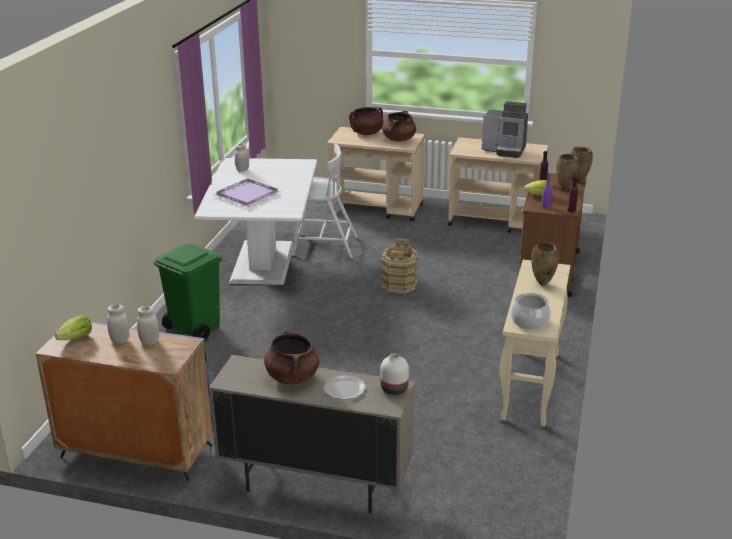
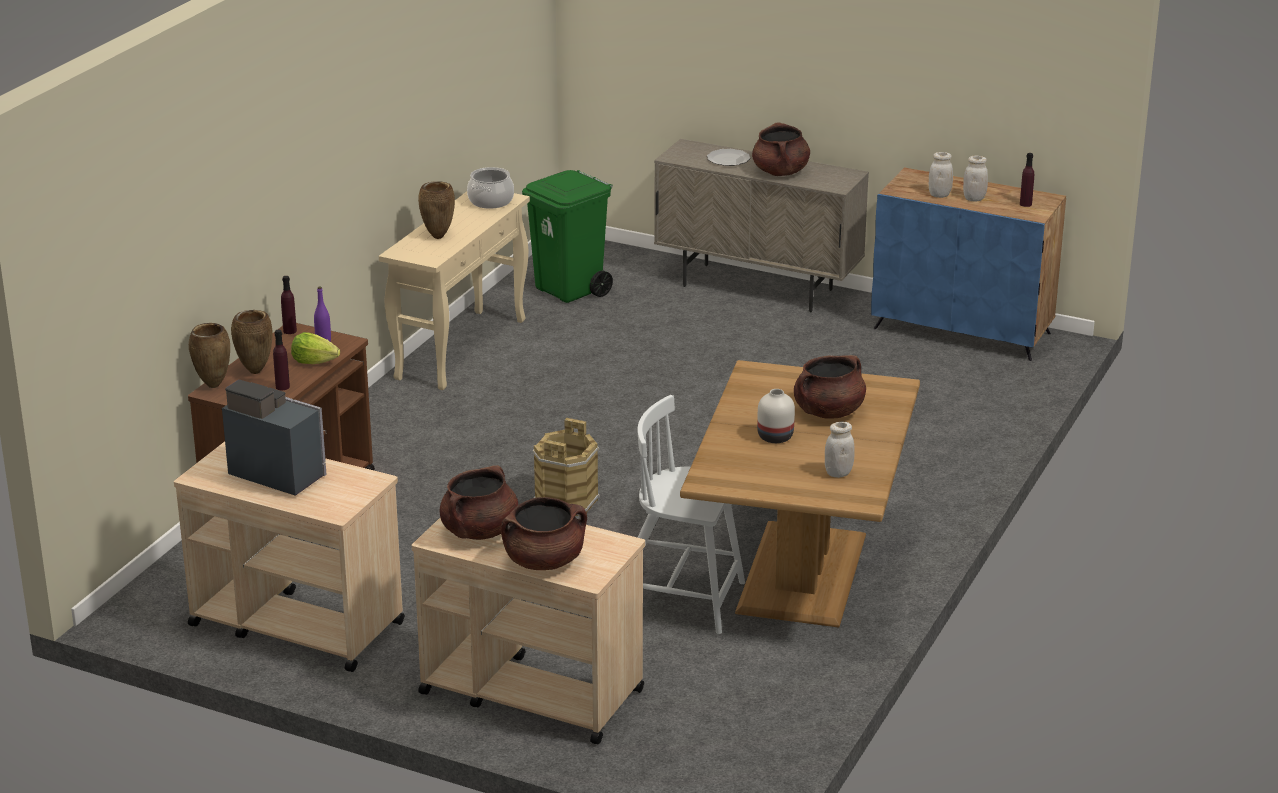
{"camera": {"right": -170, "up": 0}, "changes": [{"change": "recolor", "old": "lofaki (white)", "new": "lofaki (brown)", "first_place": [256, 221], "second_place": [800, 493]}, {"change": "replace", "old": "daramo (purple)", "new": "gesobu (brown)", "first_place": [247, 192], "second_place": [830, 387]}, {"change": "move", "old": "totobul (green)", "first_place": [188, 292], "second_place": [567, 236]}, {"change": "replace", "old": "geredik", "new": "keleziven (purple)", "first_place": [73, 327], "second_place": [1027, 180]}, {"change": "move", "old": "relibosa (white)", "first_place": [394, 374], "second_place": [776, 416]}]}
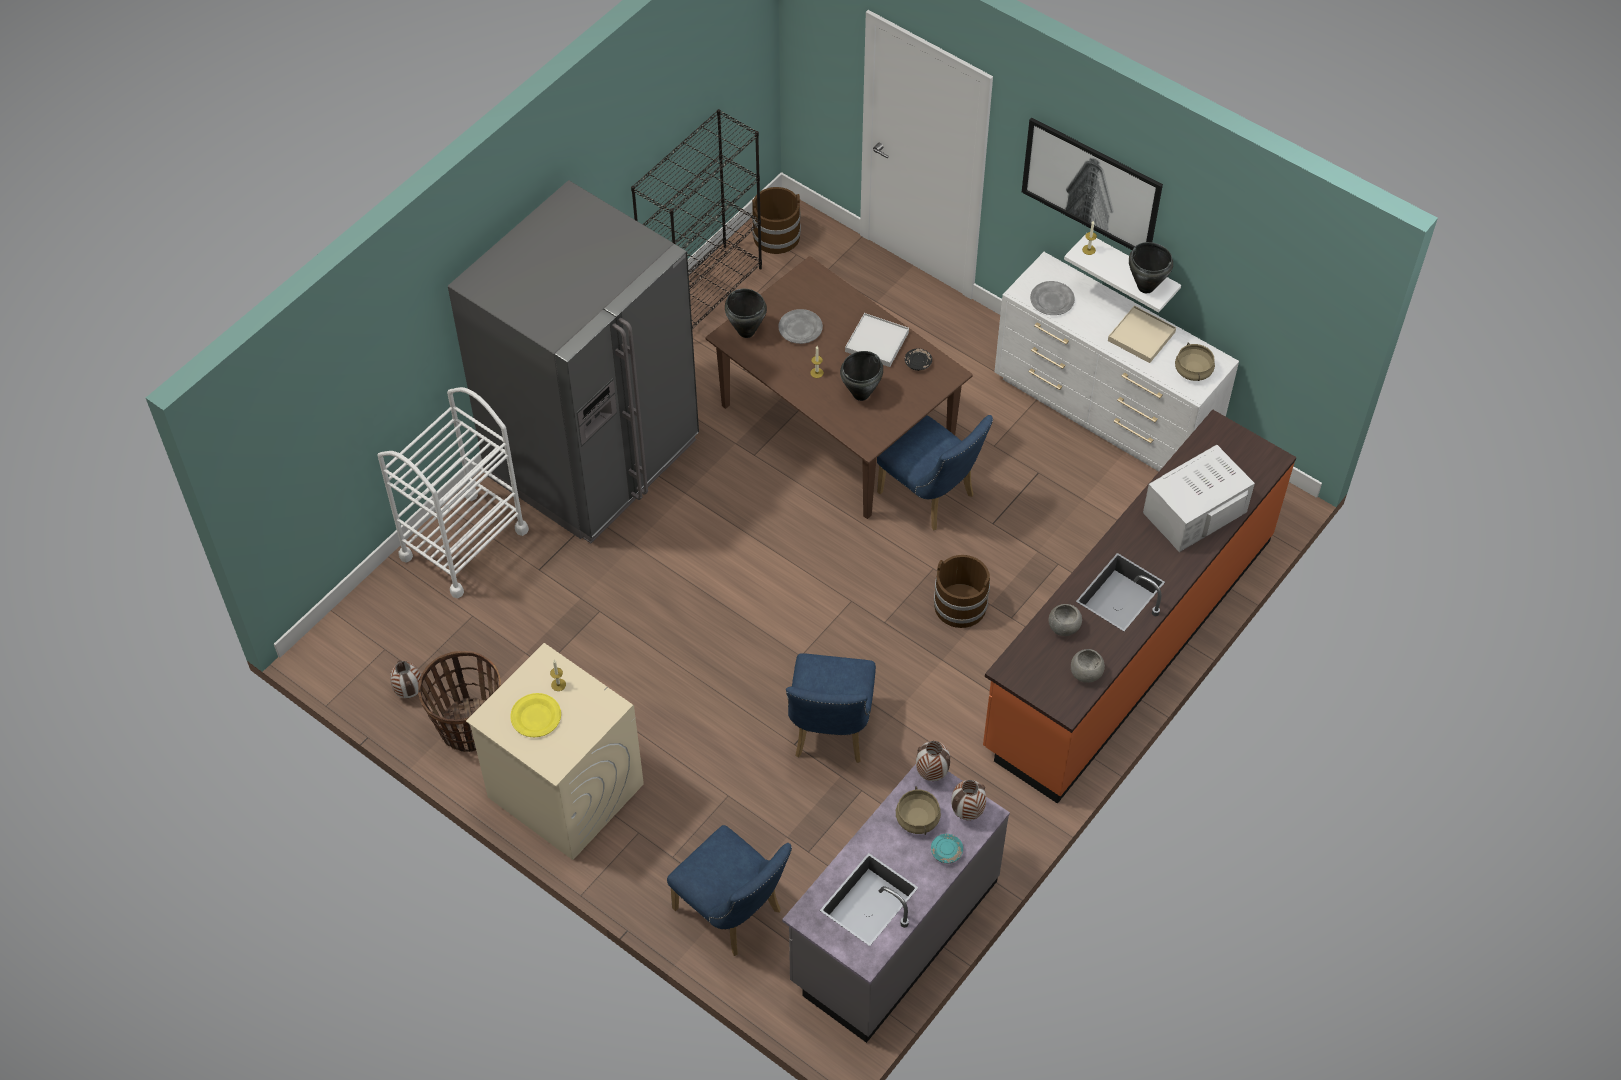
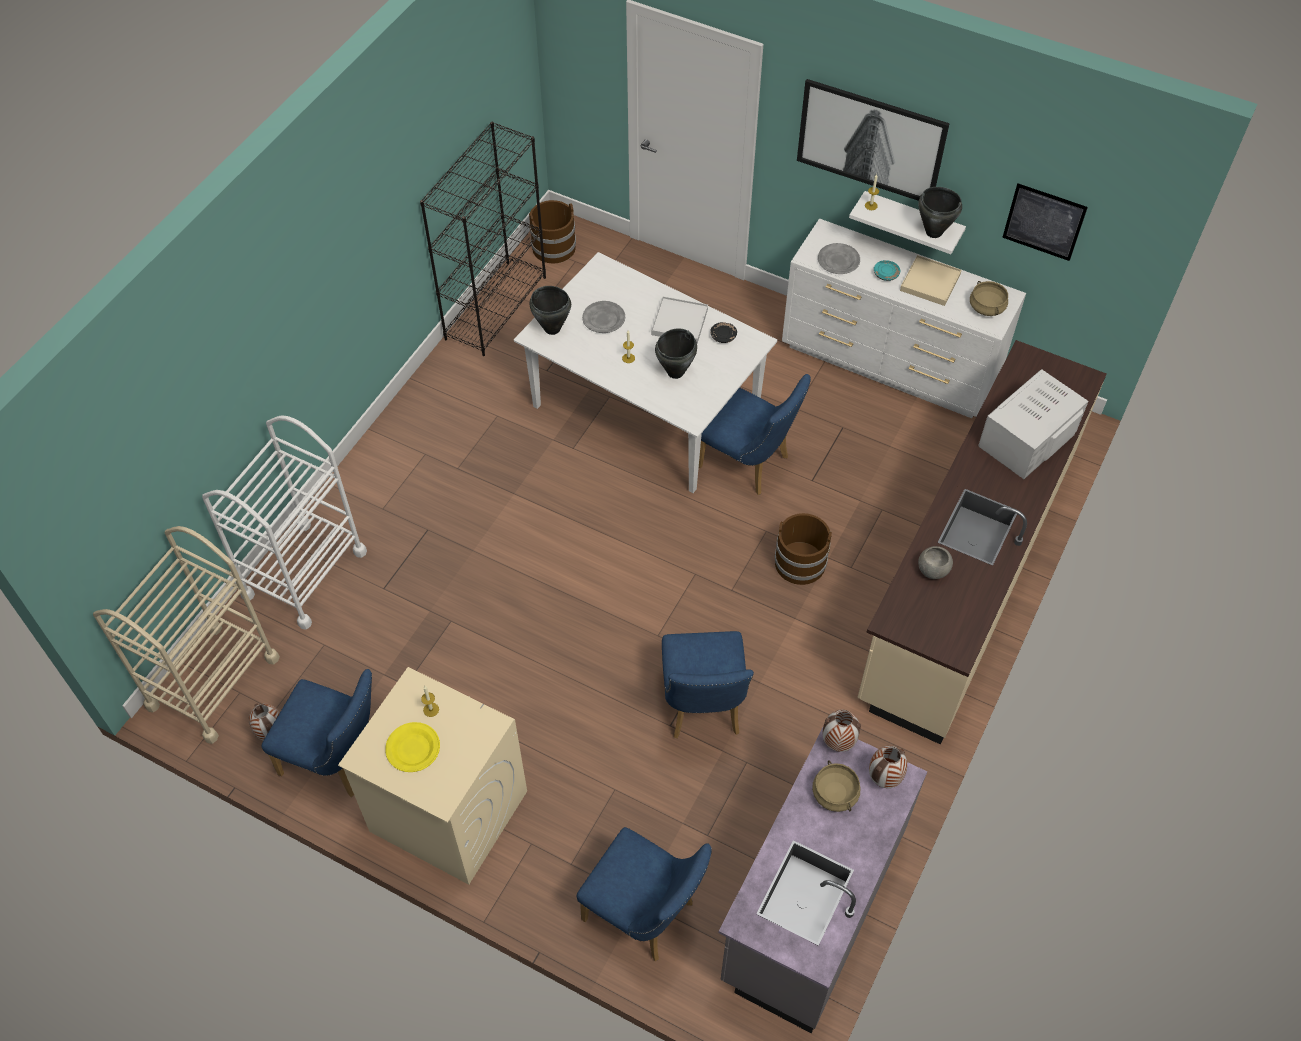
{"camera": {"right": -10, "up": 0}, "changes": [{"change": "delete", "old": "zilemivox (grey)", "first_place": [573, 361]}, {"change": "recolor", "old": "lofaki (brown)", "new": "lofaki (white)", "first_place": [839, 387], "second_place": [645, 372]}, {"change": "recolor", "old": "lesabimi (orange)", "new": "lesabimi (beige)", "first_place": [1139, 606], "second_place": [982, 542]}, {"change": "delete", "old": "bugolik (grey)", "first_place": [1088, 666]}, {"change": "replace", "old": "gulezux", "new": "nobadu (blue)", "first_place": [459, 701], "second_place": [317, 733]}, {"change": "move", "old": "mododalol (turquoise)", "first_place": [947, 848], "second_place": [887, 270]}, {"change": "insert", "new": "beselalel", "second_place": [1045, 222]}, {"change": "insert", "new": "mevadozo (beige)", "second_place": [186, 635]}]}
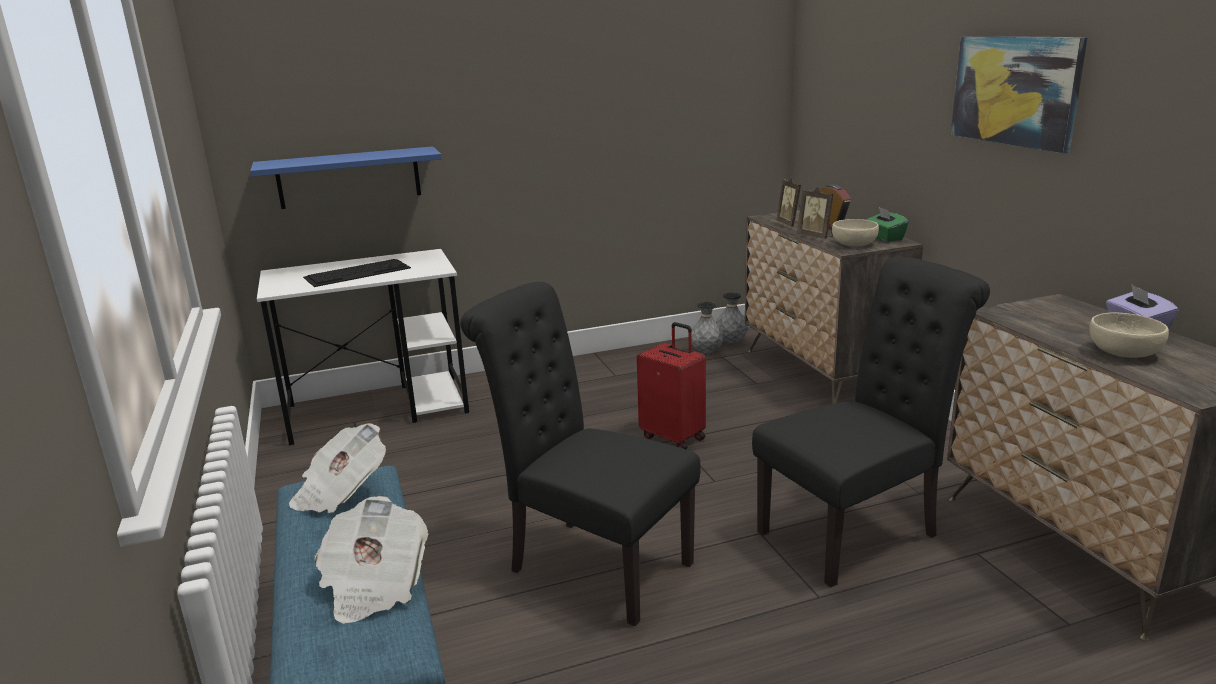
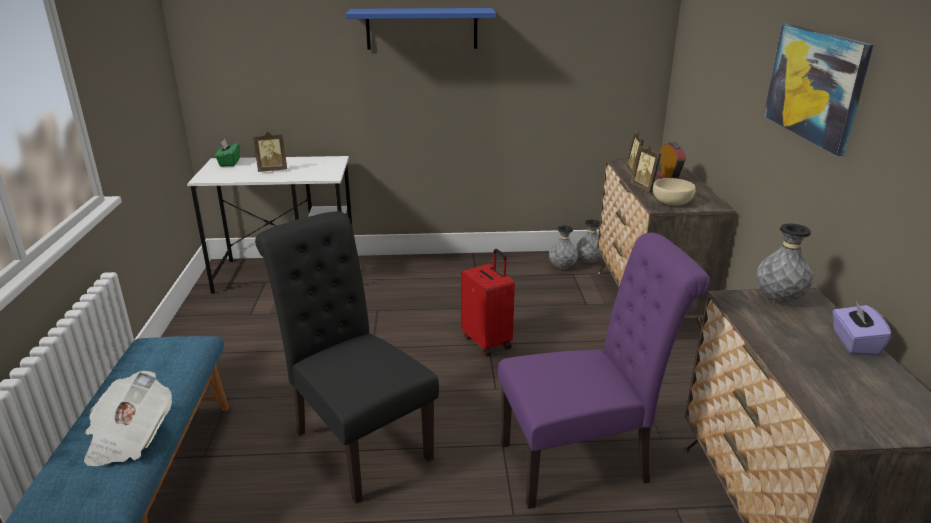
{"camera": {"right": 15, "up": 5}, "changes": [{"change": "move", "old": "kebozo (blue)", "first_place": [346, 177], "second_place": [421, 29]}, {"change": "move", "old": "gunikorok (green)", "first_place": [887, 224], "second_place": [227, 152]}, {"change": "recolor", "old": "nobadu (black)", "new": "nobadu (purple)", "first_place": [871, 422], "second_place": [604, 371]}, {"change": "replace", "old": "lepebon", "new": "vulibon", "first_place": [357, 273], "second_place": [270, 151]}, {"change": "delete", "old": "bugolik (beige)", "first_place": [1129, 335]}, {"change": "delete", "old": "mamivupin", "first_place": [337, 468]}, {"change": "insert", "new": "relibosa (grey)", "second_place": [785, 262]}]}
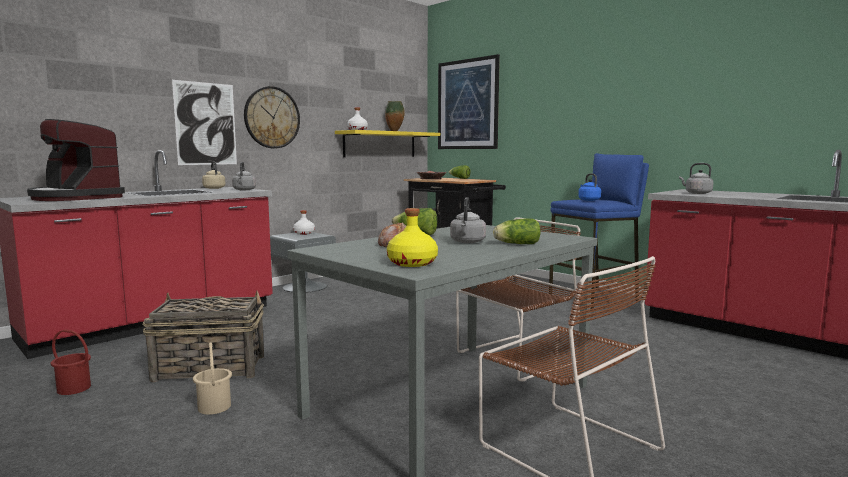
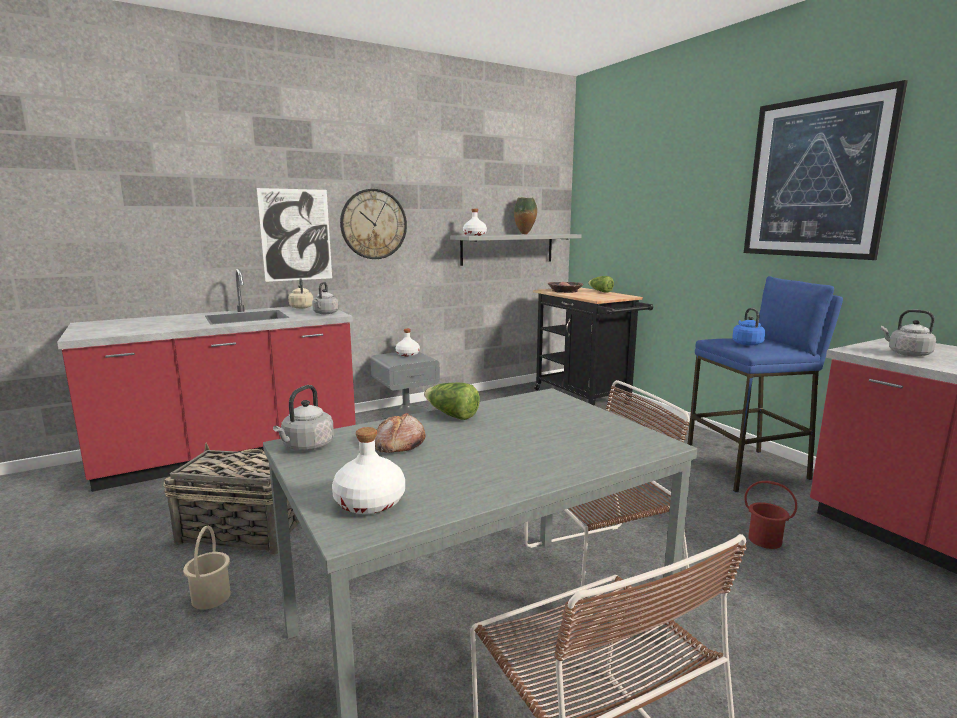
{"camera": {"right": 15, "up": 5}, "changes": [{"change": "move", "old": "beselalel", "first_place": [469, 101], "second_place": [826, 170]}, {"change": "delete", "old": "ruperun", "first_place": [76, 160]}, {"change": "recolor", "old": "kebozo (yellow)", "new": "kebozo (grey)", "first_place": [387, 143], "second_place": [515, 250]}, {"change": "move", "old": "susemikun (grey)", "first_place": [468, 220], "second_place": [303, 418]}, {"change": "recolor", "old": "keleziven (yellow)", "new": "keleziven (white)", "first_place": [412, 237], "second_place": [368, 470]}, {"change": "delete", "old": "geredik", "first_place": [517, 231]}, {"change": "move", "old": "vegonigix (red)", "first_place": [71, 362], "second_place": [771, 515]}]}
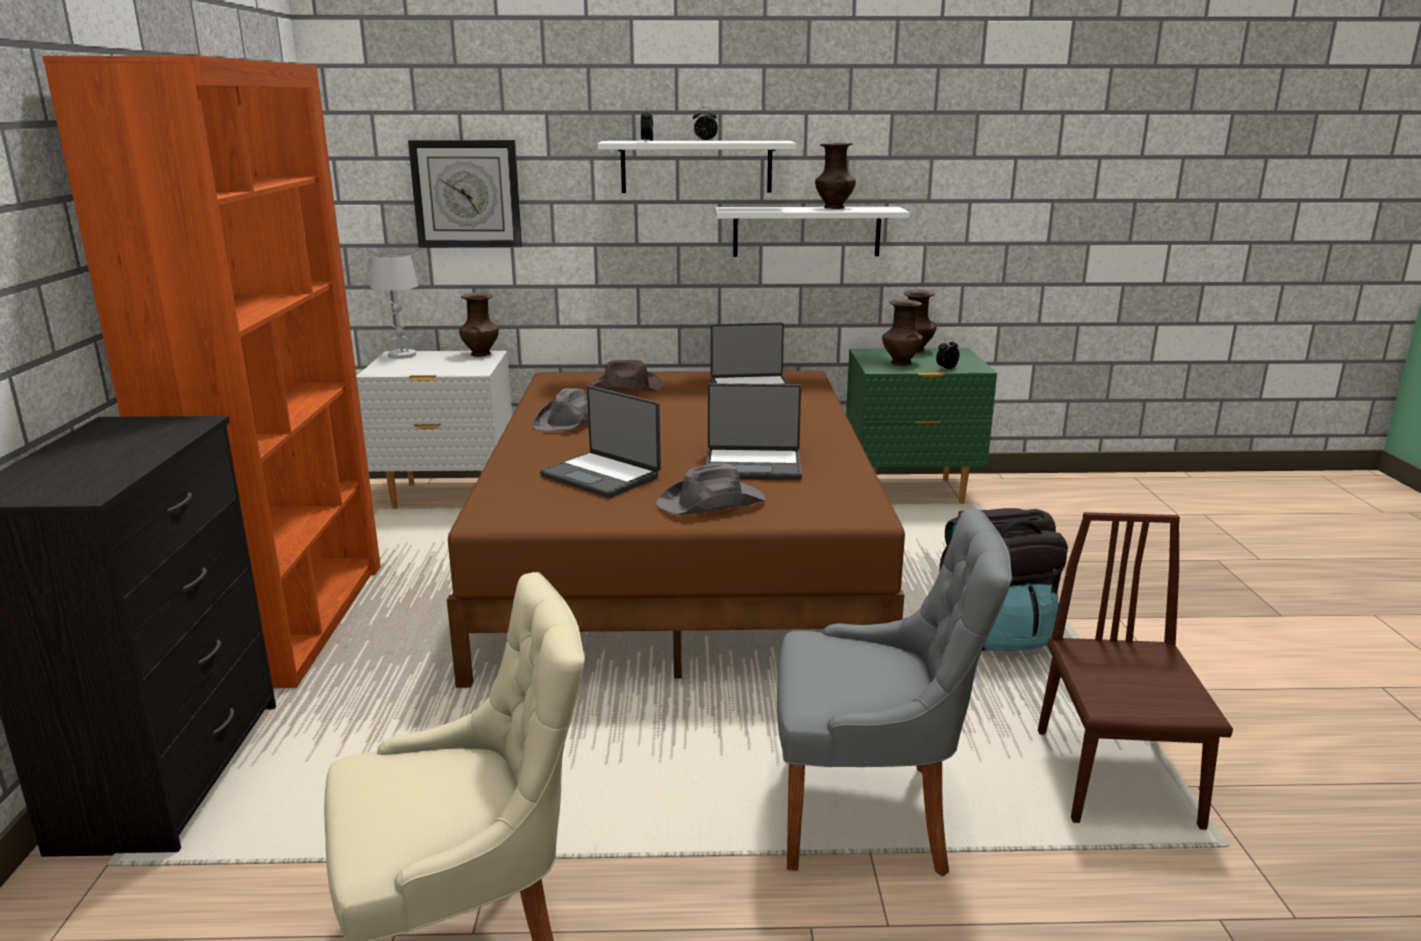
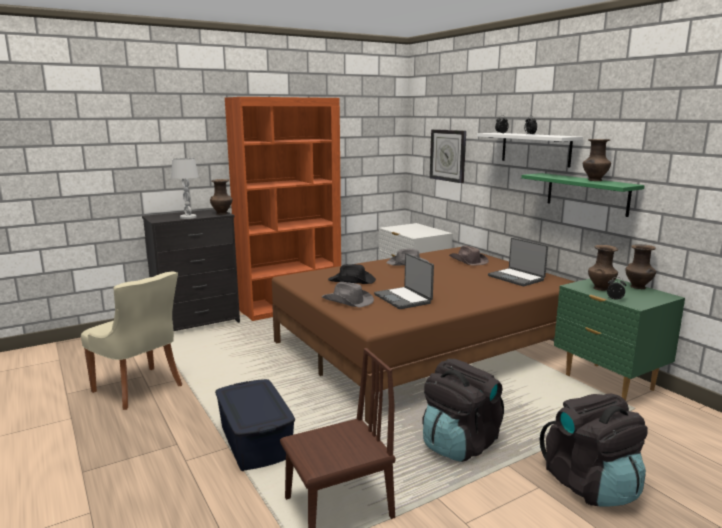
{"camera": {"right": 60, "up": -5}, "changes": [{"change": "recolor", "old": "kebozo (white)", "new": "kebozo (green)", "first_place": [812, 232], "second_place": [583, 195]}, {"change": "move", "old": "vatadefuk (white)", "first_place": [394, 305], "second_place": [185, 188]}, {"change": "move", "old": "relibosa (brown)", "first_place": [479, 324], "second_place": [221, 197]}, {"change": "replace", "old": "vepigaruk", "new": "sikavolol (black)", "first_place": [600, 442], "second_place": [352, 274]}, {"change": "replace", "old": "nobadu (grey)", "new": "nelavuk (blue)", "first_place": [894, 692], "second_place": [255, 425]}, {"change": "insert", "new": "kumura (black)", "second_place": [594, 450]}]}
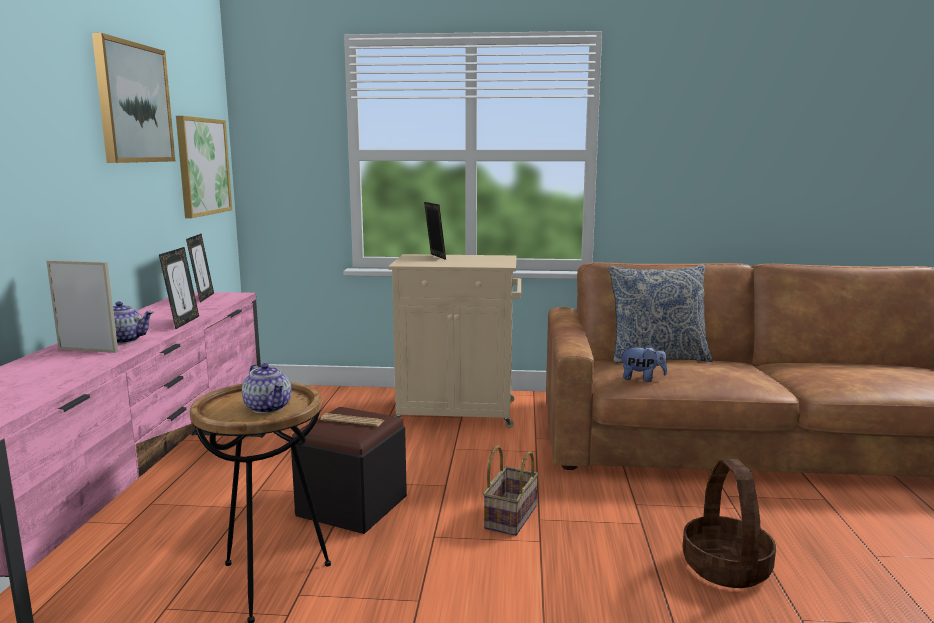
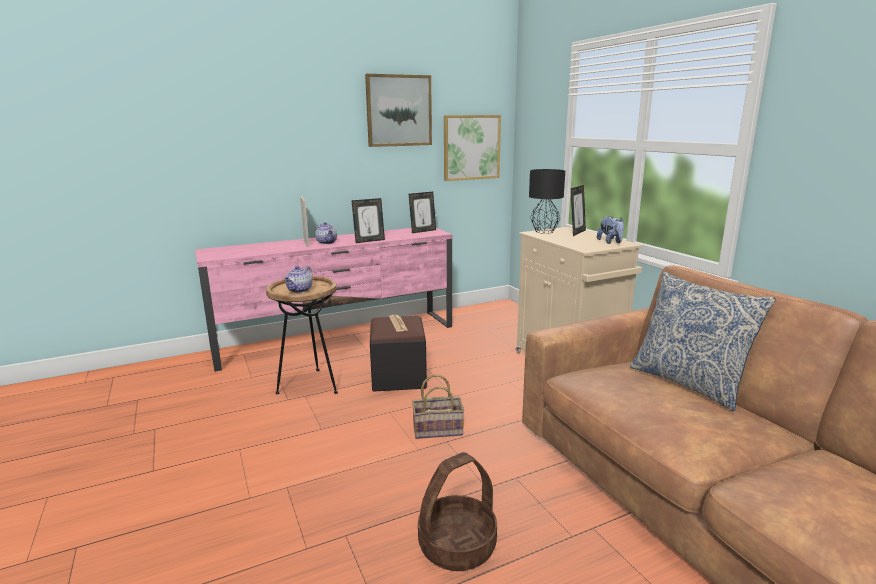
{"camera": {"right": 60, "up": 5}, "changes": [{"change": "move", "old": "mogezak", "first_place": [643, 363], "second_place": [610, 230]}, {"change": "insert", "new": "vatadefuk (black)", "second_place": [547, 201]}]}
